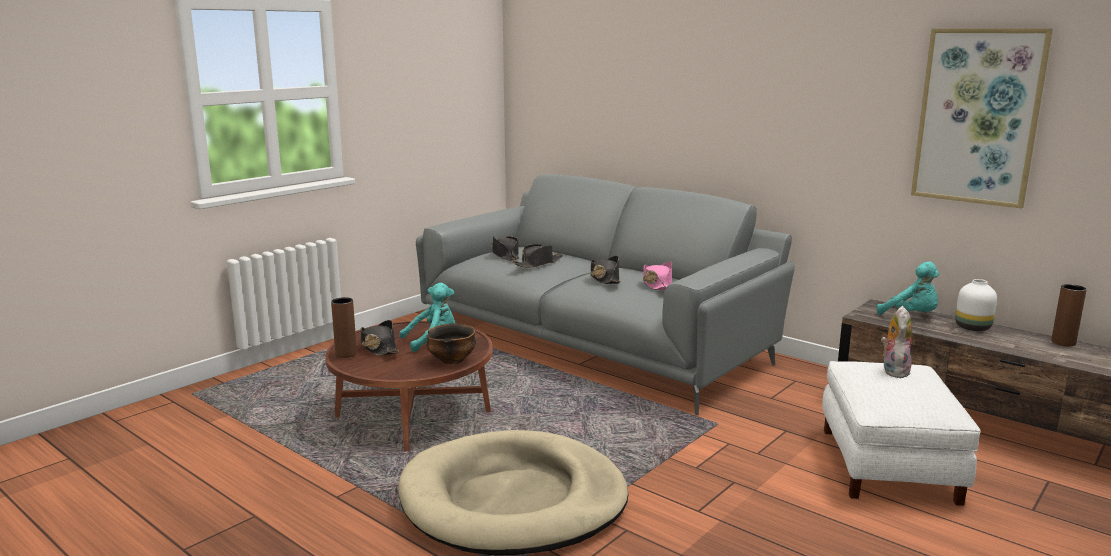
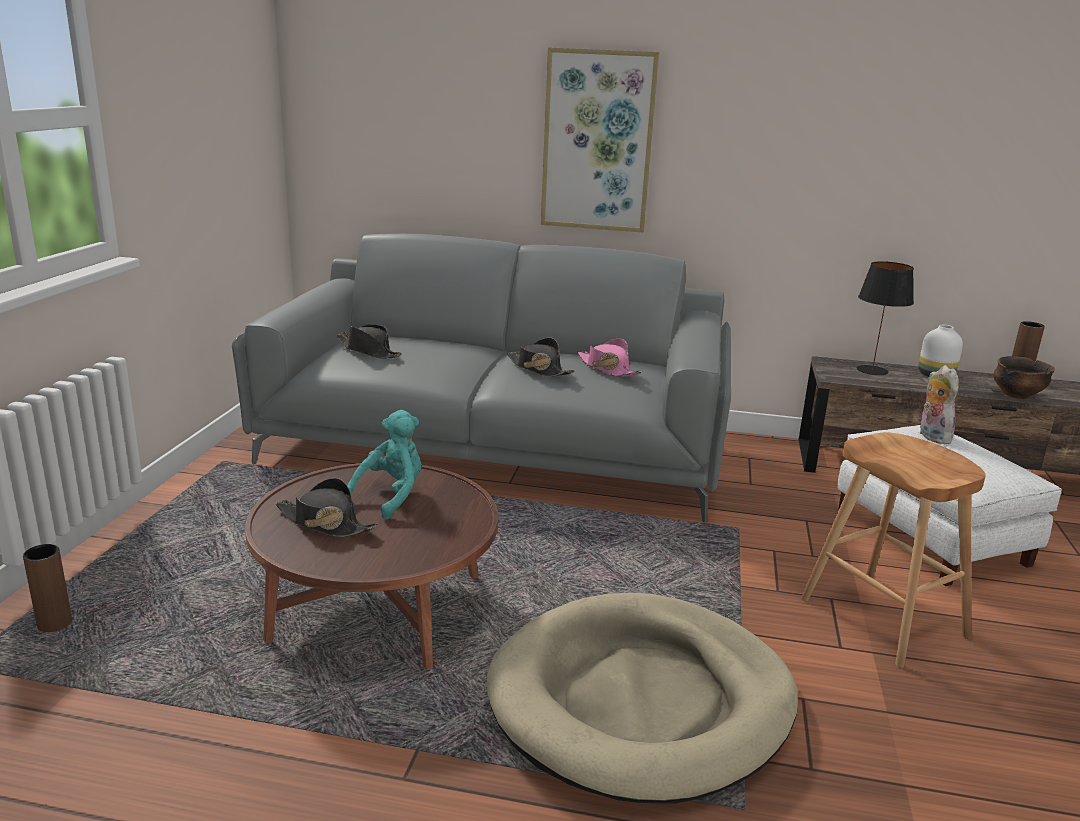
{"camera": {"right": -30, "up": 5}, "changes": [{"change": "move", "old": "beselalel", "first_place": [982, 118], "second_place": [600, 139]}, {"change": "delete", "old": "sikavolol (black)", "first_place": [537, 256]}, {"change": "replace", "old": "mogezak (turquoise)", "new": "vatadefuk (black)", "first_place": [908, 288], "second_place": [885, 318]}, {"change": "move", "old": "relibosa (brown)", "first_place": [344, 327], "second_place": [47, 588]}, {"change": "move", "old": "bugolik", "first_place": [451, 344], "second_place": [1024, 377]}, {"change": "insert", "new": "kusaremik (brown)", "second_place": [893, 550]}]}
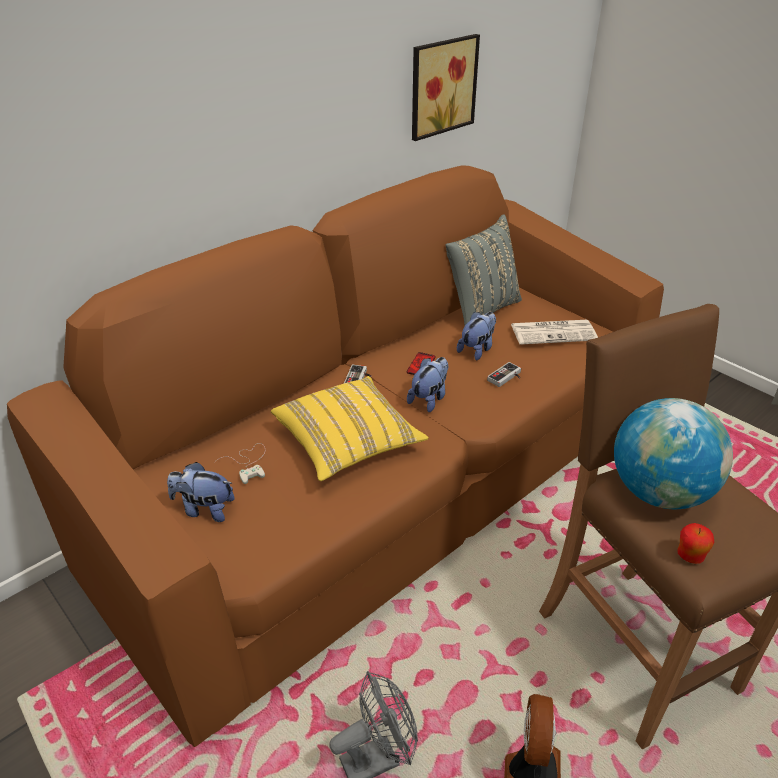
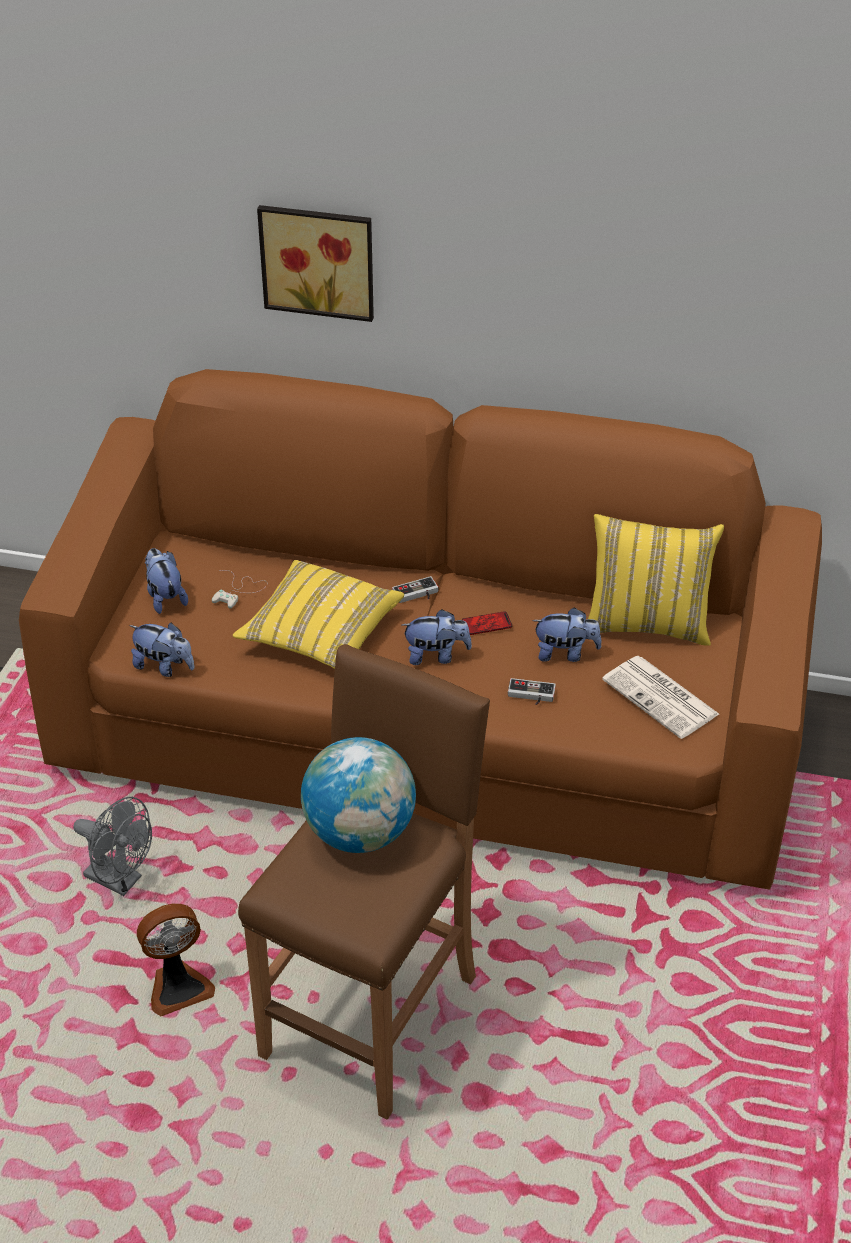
{"camera": {"right": 55, "up": 5}, "changes": [{"change": "move", "old": "beselalel", "first_place": [446, 87], "second_place": [315, 263]}, {"change": "recolor", "old": "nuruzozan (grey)", "new": "nuruzozan (yellow)", "first_place": [484, 270], "second_place": [656, 580]}, {"change": "delete", "old": "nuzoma", "first_place": [695, 543]}, {"change": "insert", "new": "mogezak", "second_place": [162, 649]}]}
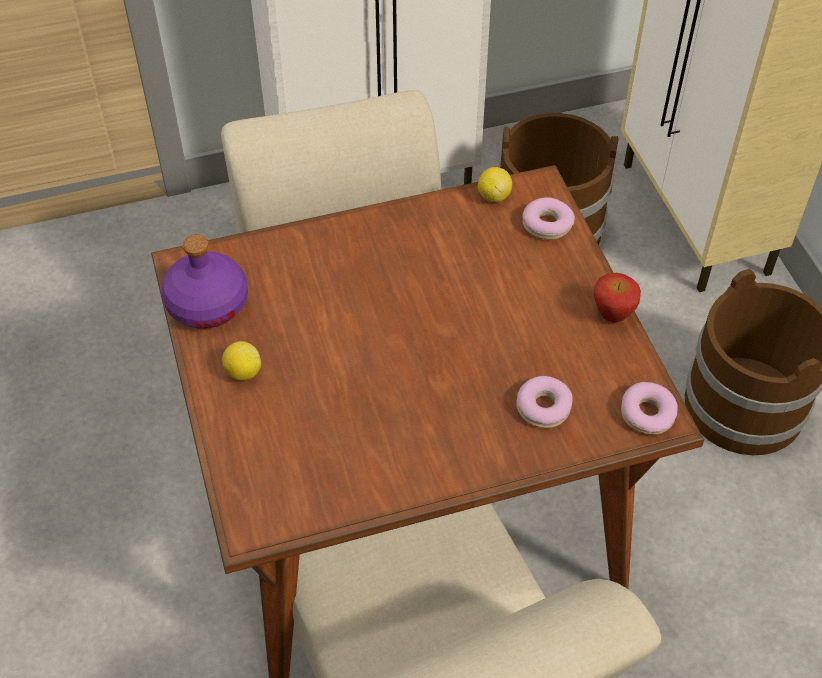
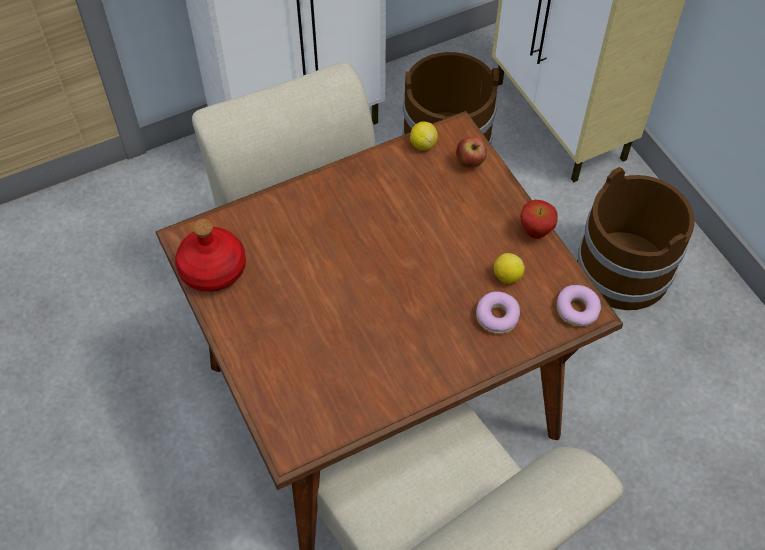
{"camera": {"right": -10, "up": 5}, "changes": [{"change": "replace", "old": "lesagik", "new": "nuzoma", "first_place": [548, 218], "second_place": [471, 152]}, {"change": "recolor", "old": "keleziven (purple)", "new": "keleziven (red)", "first_place": [204, 282], "second_place": [210, 255]}, {"change": "move", "old": "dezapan", "first_place": [241, 360], "second_place": [509, 268]}]}
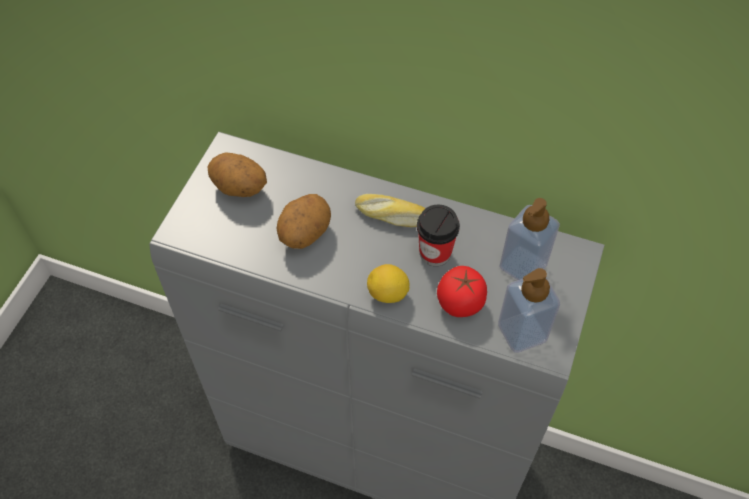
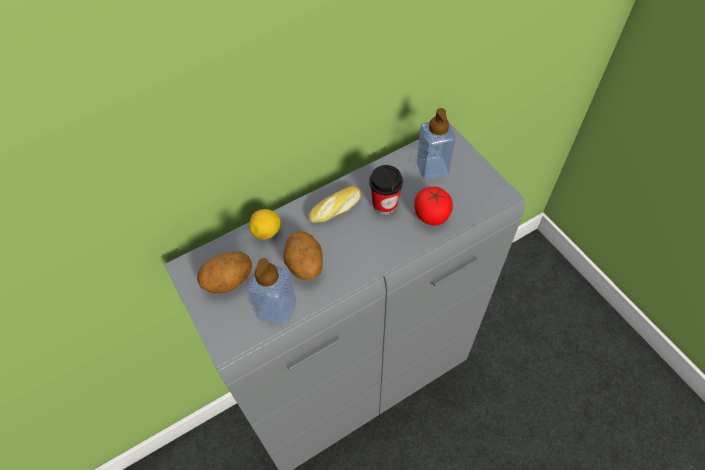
{"camera": {"right": -50, "up": 0}, "changes": [{"change": "move", "old": "dezapan", "first_place": [388, 283], "second_place": [265, 224]}, {"change": "move", "old": "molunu", "first_place": [529, 310], "second_place": [271, 292]}]}
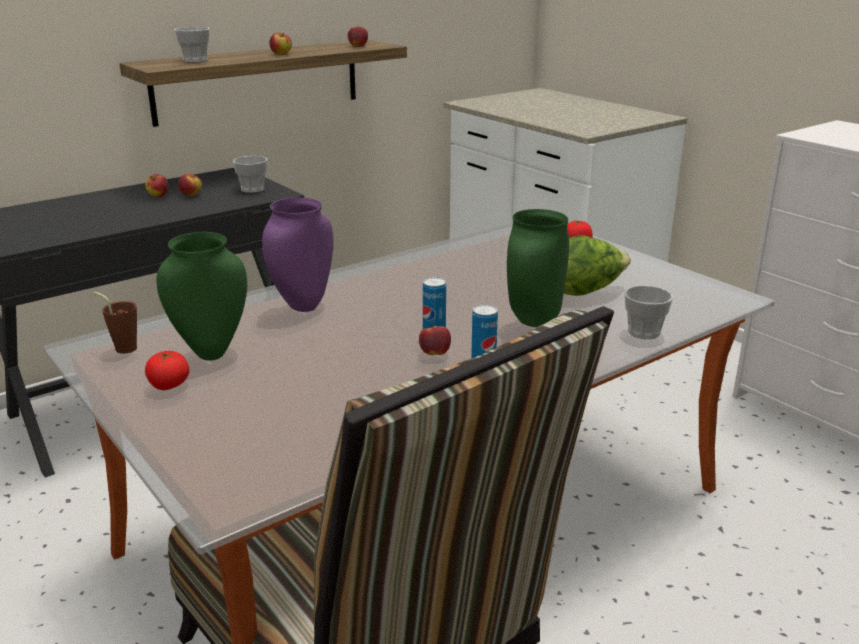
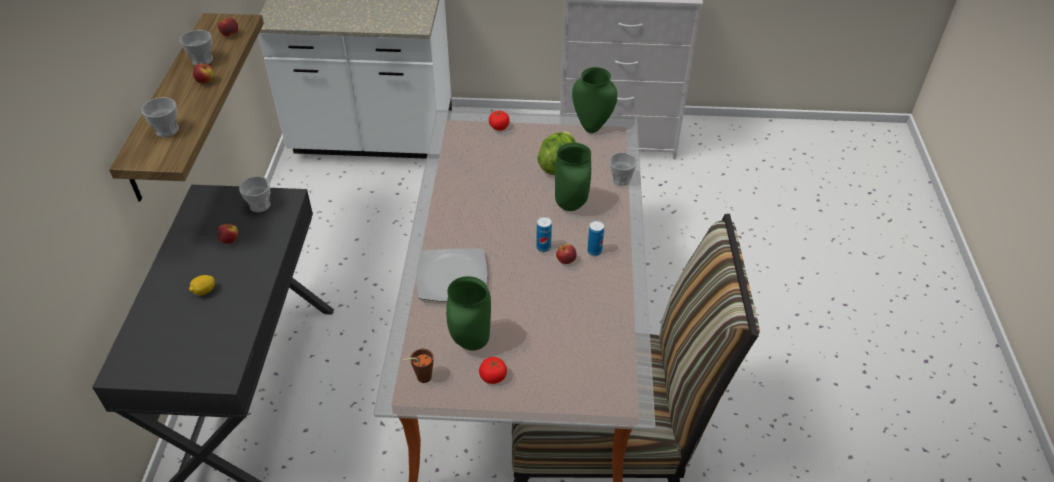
{"camera": {"right": -50, "up": 20}, "changes": [{"change": "delete", "old": "nuzoma", "first_place": [157, 185]}, {"change": "replace", "old": "relibosa (purple)", "new": "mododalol", "first_place": [298, 254], "second_place": [451, 275]}, {"change": "insert", "new": "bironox", "second_place": [196, 48]}, {"change": "insert", "new": "relibosa (green)", "second_place": [594, 100]}, {"change": "insert", "new": "dezapan", "second_place": [202, 285]}]}
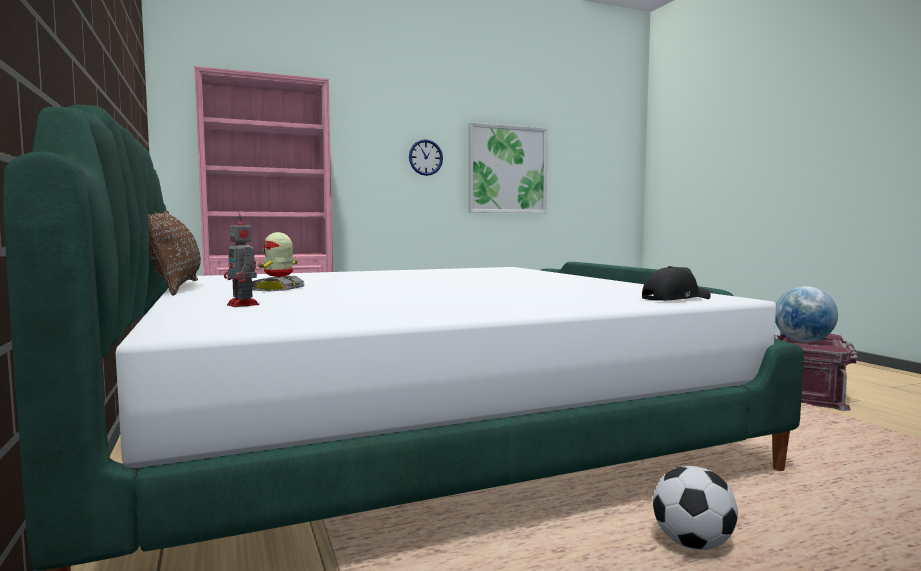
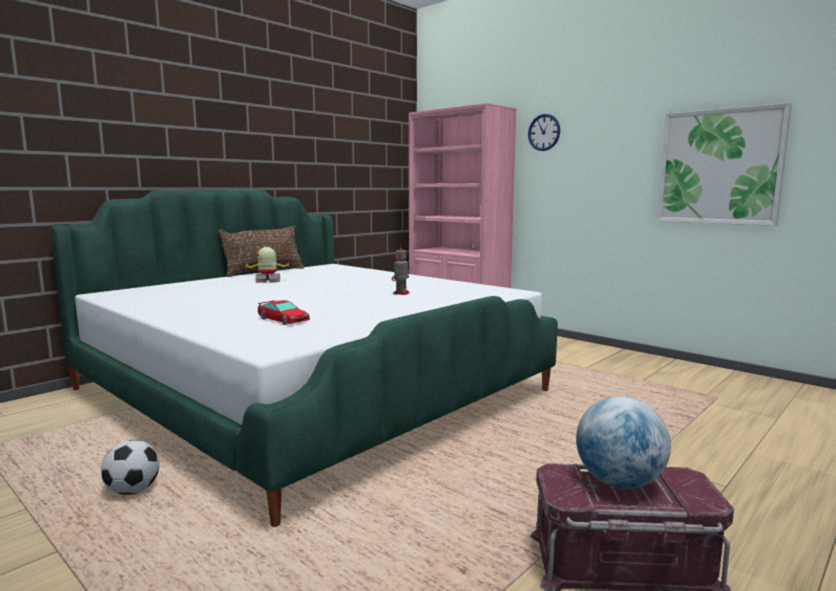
{"camera": {"right": 65, "up": 5}, "changes": [{"change": "move", "old": "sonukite", "first_place": [426, 157], "second_place": [544, 132]}, {"change": "move", "old": "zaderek", "first_place": [241, 260], "second_place": [400, 270]}, {"change": "delete", "old": "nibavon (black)", "first_place": [676, 283]}, {"change": "insert", "new": "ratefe", "second_place": [284, 312]}]}
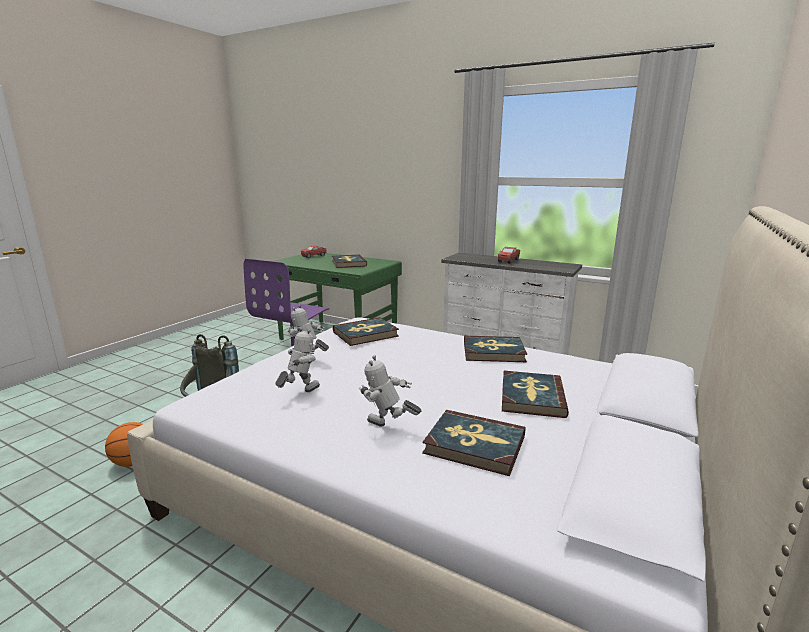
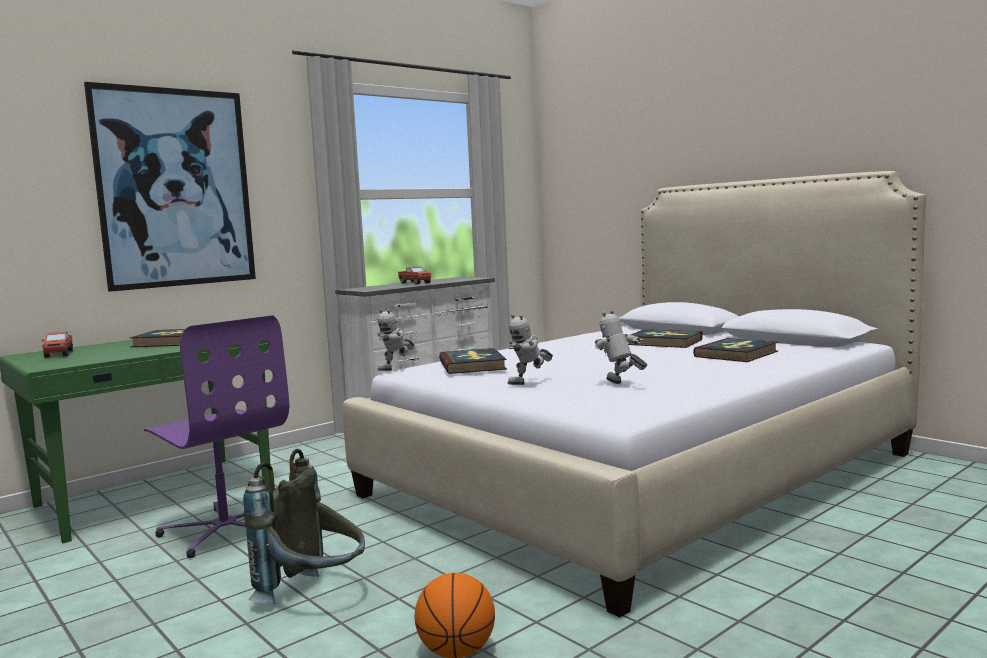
{"camera": {"right": -70, "up": -10}, "changes": [{"change": "delete", "old": "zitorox", "first_place": [495, 349]}, {"change": "move", "old": "zaderek", "first_place": [390, 391], "second_place": [395, 340]}, {"change": "insert", "new": "beselalel", "second_place": [170, 187]}]}
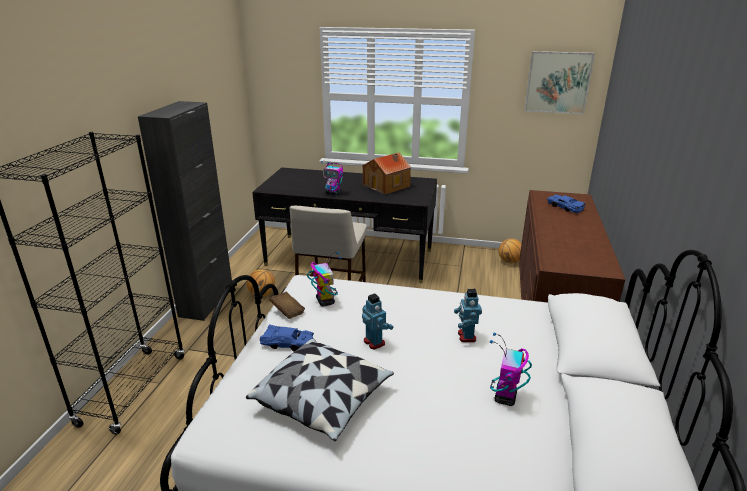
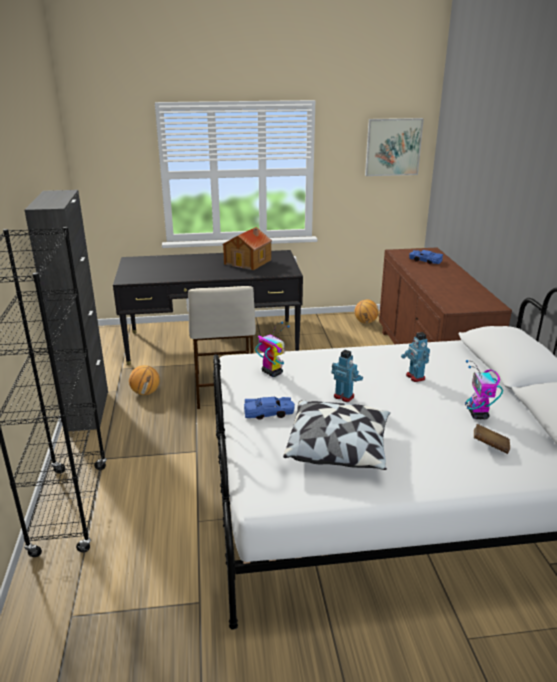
{"camera": {"right": -20, "up": 0}, "changes": [{"change": "delete", "old": "zaderek", "first_place": [332, 178]}, {"change": "move", "old": "zitorox (brown)", "first_place": [287, 305], "second_place": [492, 439]}]}
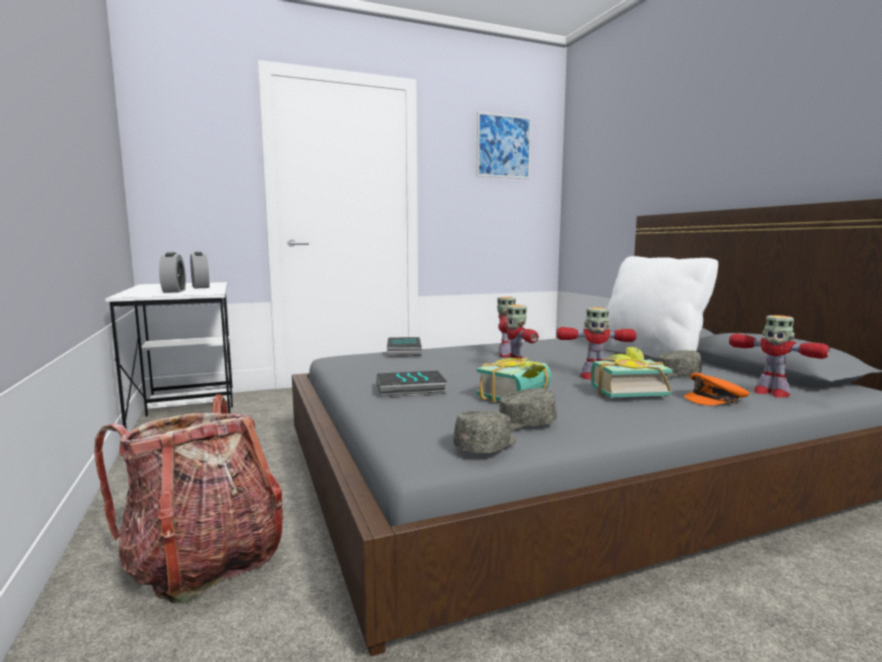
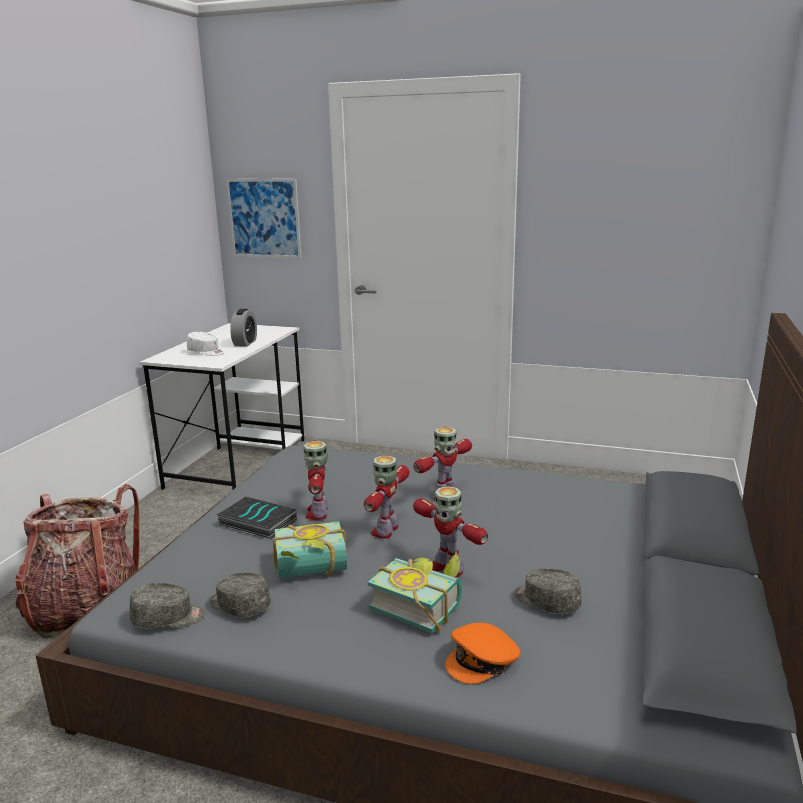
{"camera": {"right": 40, "up": 10}, "changes": [{"change": "move", "old": "beselalel", "first_place": [504, 145], "second_place": [264, 218]}, {"change": "replace", "old": "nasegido", "new": "nibavon (white)", "first_place": [172, 272], "second_place": [205, 344]}, {"change": "delete", "old": "nuruzozan (white)", "first_place": [660, 307]}, {"change": "move", "old": "zaderek", "first_place": [779, 356], "second_place": [315, 480]}, {"change": "delete", "old": "zitorox", "first_place": [404, 347]}, {"change": "rotate", "old": "nibavon (orange)", "first_place": [717, 389], "second_place": [482, 653], "degrees": -60}]}
